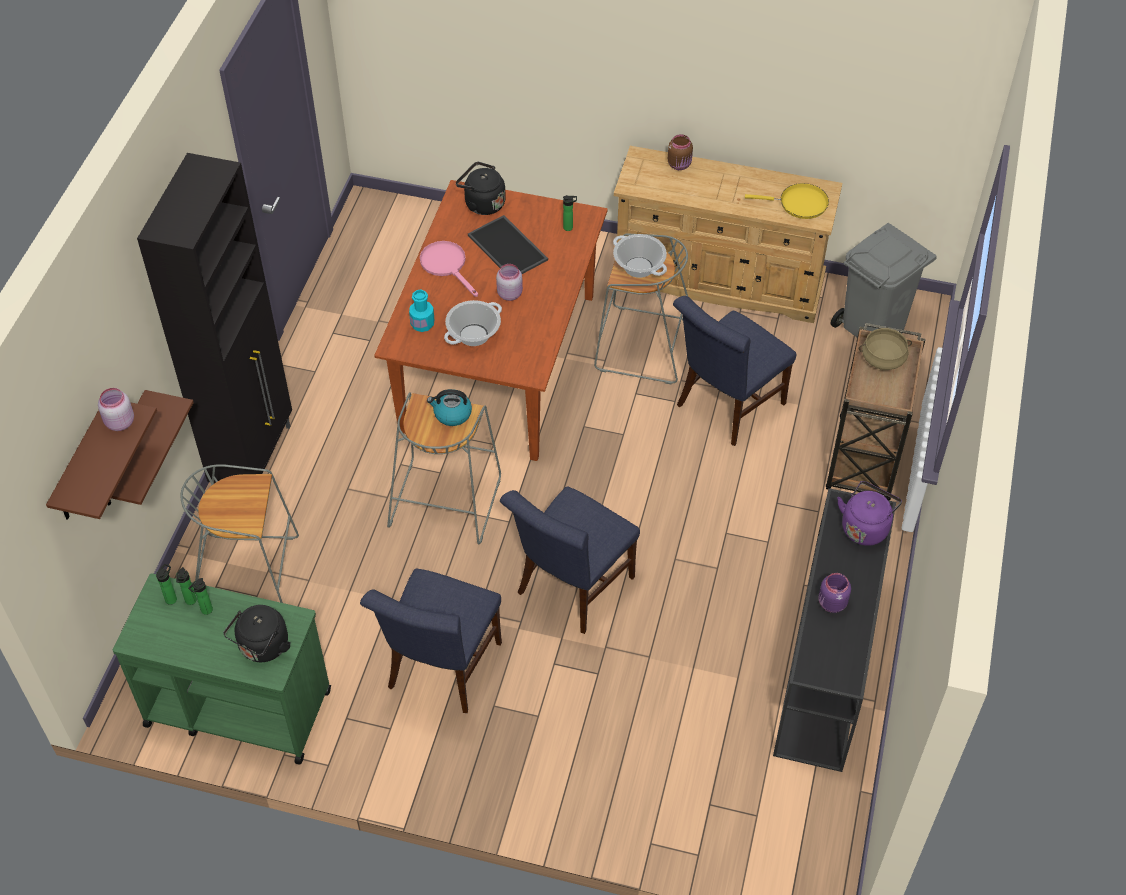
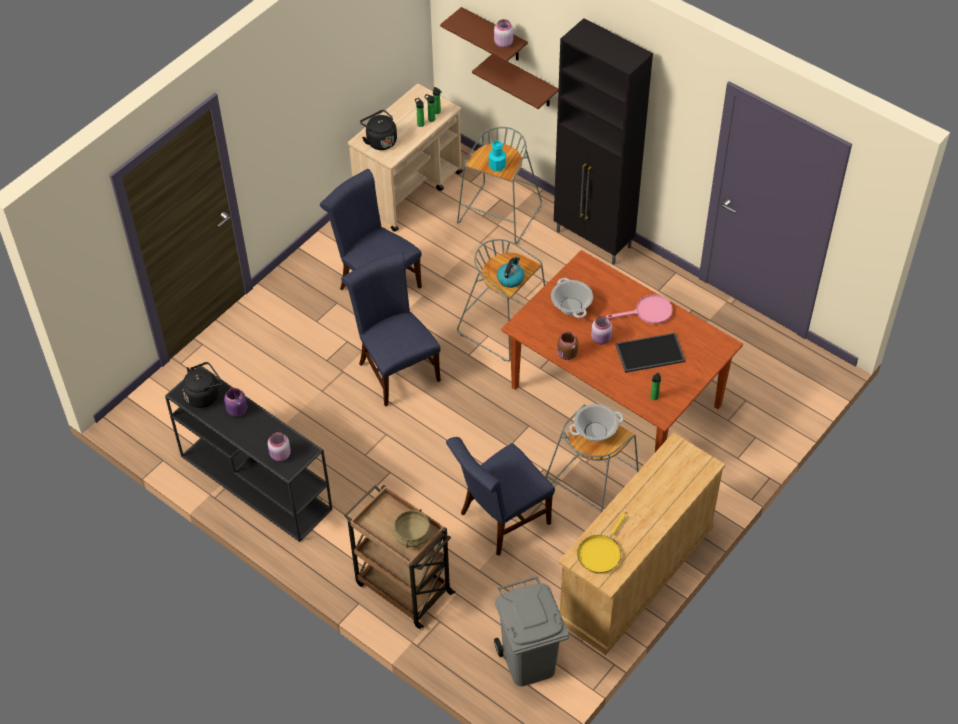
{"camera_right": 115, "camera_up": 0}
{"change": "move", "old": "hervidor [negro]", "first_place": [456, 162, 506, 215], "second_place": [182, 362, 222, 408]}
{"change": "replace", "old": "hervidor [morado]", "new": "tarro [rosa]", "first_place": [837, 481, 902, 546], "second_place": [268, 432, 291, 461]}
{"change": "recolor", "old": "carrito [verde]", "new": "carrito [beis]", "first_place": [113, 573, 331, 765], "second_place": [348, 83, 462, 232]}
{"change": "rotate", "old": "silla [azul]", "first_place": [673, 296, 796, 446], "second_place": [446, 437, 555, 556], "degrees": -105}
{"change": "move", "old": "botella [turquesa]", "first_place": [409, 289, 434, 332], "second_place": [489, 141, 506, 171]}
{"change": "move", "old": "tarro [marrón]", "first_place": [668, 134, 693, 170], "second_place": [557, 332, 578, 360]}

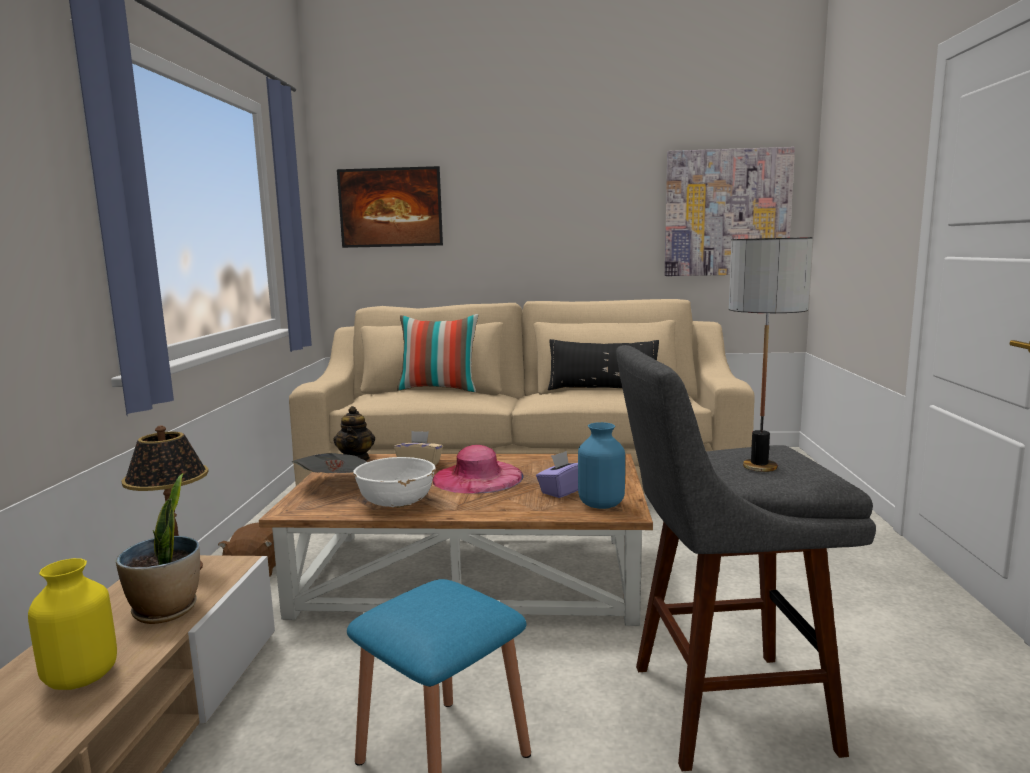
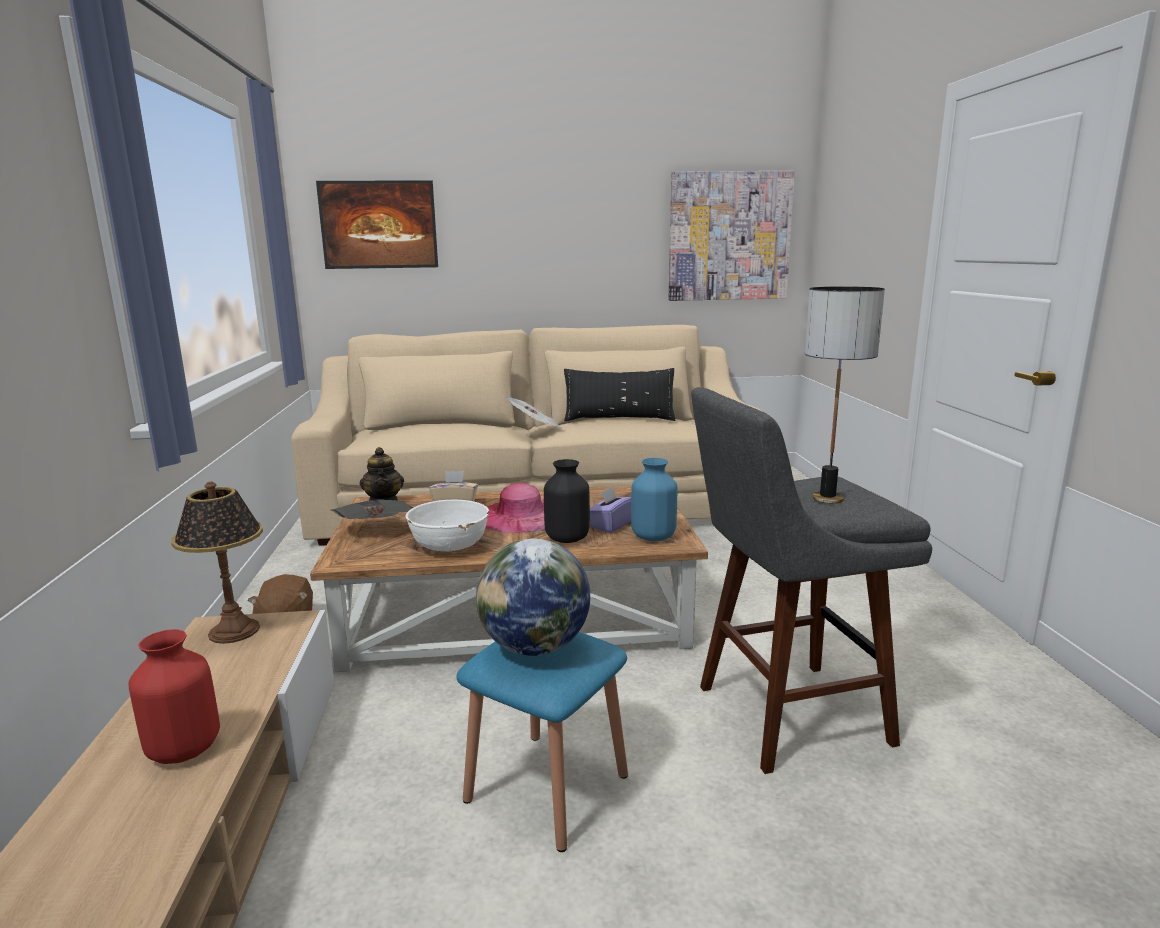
{"camera_right": -10, "camera_up": 5}
{"change": "recolor", "old": "florero [amarillo]", "new": "florero [rojo]", "first_place": [28, 558, 117, 690], "second_place": [128, 629, 220, 764]}
{"change": "insert", "new": "globo terráqueo", "second_place": [476, 538, 590, 656]}
{"change": "insert", "new": "periódico", "second_place": [503, 396, 564, 429]}
{"change": "insert", "new": "florero [negro]", "second_place": [544, 459, 590, 543]}
{"change": "delete", "old": "planta en maceta", "first_place": [116, 473, 200, 624]}
{"change": "delete", "old": "cojín", "first_place": [397, 314, 478, 392]}

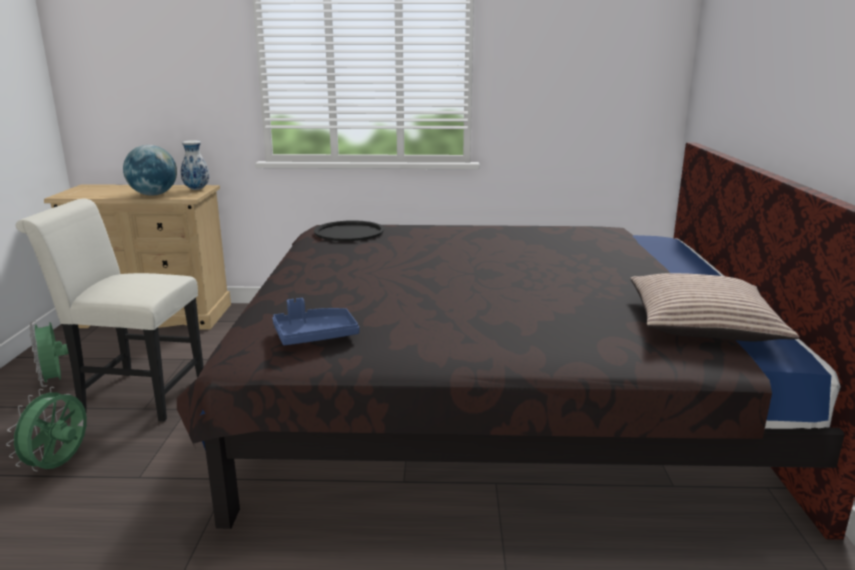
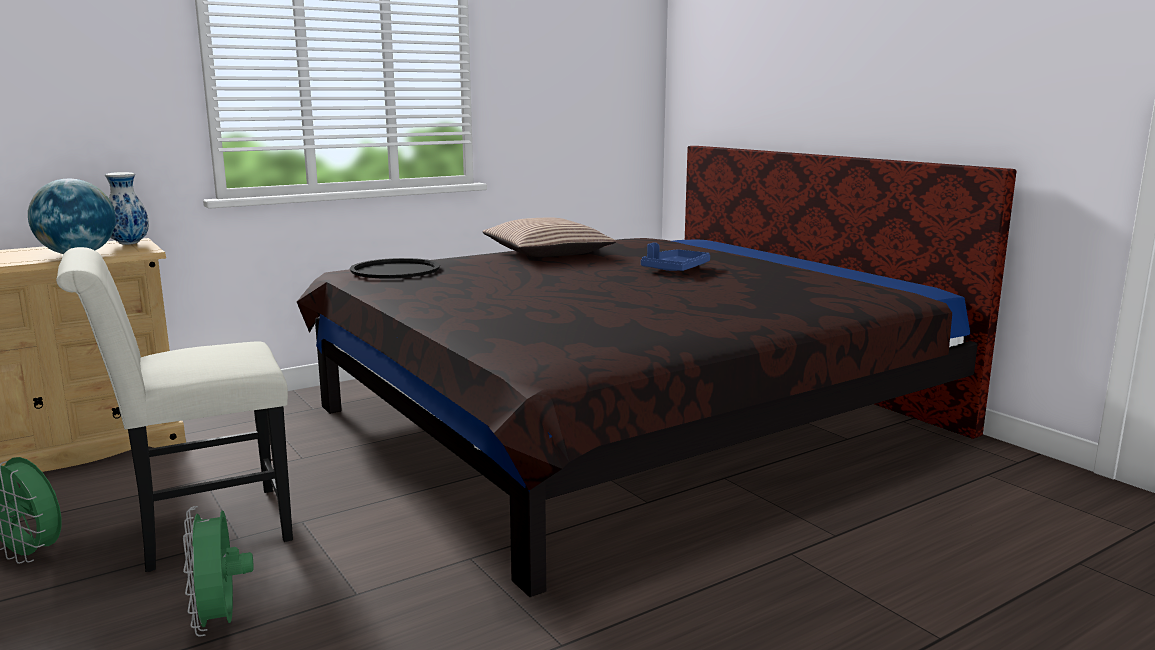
{"camera_right": -35, "camera_up": -5}
{"change": "move", "old": "cojín", "first_place": [631, 273, 799, 341], "second_place": [482, 217, 616, 257]}
{"change": "move", "old": "bandeja [azul]", "first_place": [272, 298, 359, 345], "second_place": [641, 243, 710, 271]}

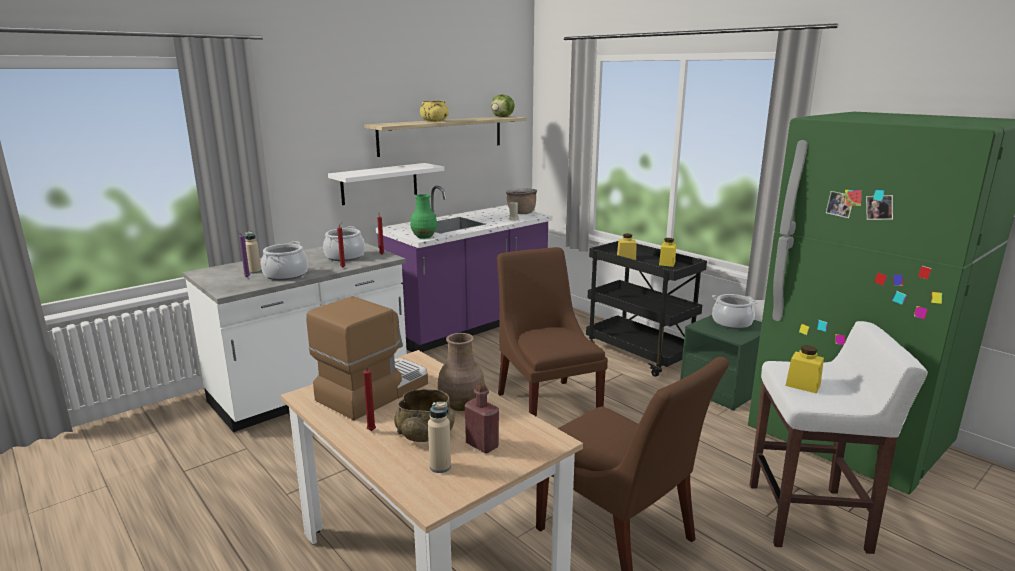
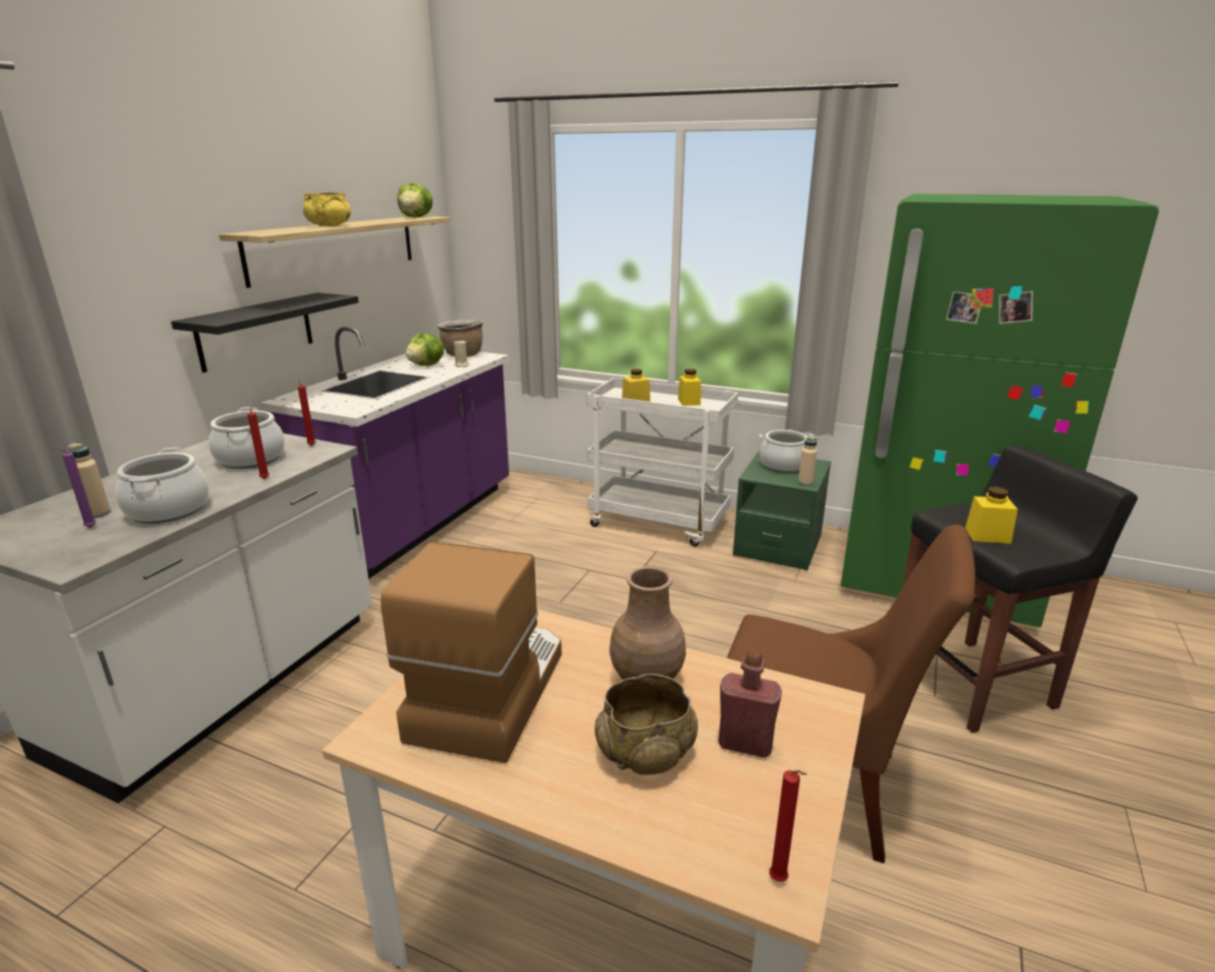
{"camera_right": -25, "camera_up": 5}
{"change": "recolor", "old": "estante [blanco]", "new": "estante [negro]", "first_place": [328, 163, 445, 205], "second_place": [171, 293, 359, 373]}
{"change": "insert", "new": "lechuga", "second_place": [405, 333, 444, 366]}
{"change": "recolor", "old": "carrito [negro]", "new": "carrito [blanco]", "first_place": [586, 241, 707, 377], "second_place": [586, 378, 738, 547]}
{"change": "move", "old": "vela [rojo]", "first_place": [363, 368, 376, 431], "second_place": [769, 770, 807, 882]}
{"change": "move", "old": "botella [beis]", "first_place": [428, 402, 451, 473], "second_place": [798, 436, 817, 486]}
{"change": "recolor", "old": "taburete [blanco]", "new": "taburete [negro]", "first_place": [750, 321, 928, 554], "second_place": [903, 446, 1138, 733]}
{"change": "delete", "old": "florero [verde]", "first_place": [410, 194, 437, 239]}
{"change": "delete", "old": "silla [marrón]", "first_place": [497, 247, 608, 417]}

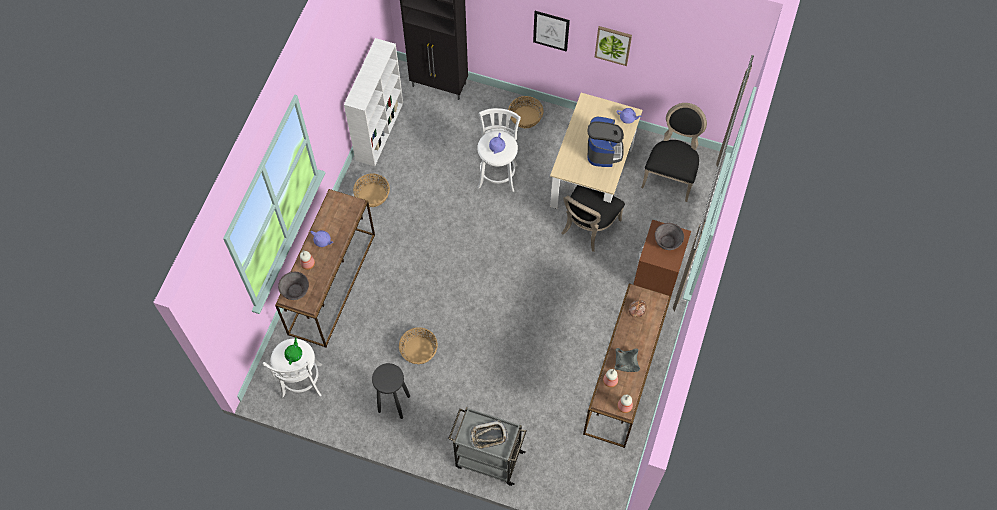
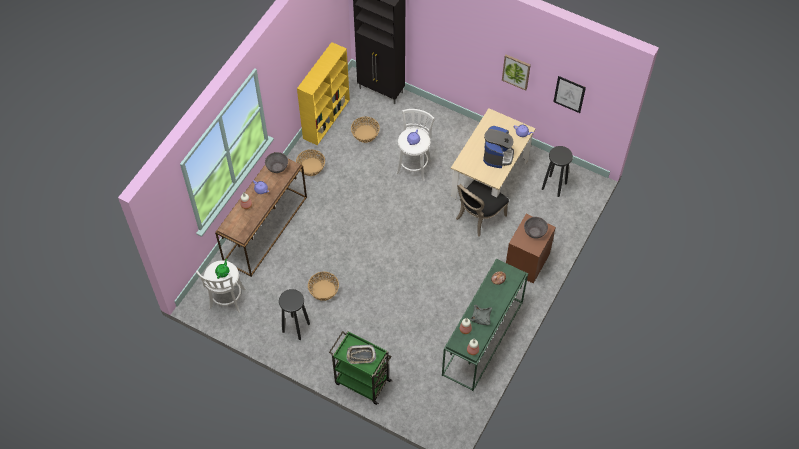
{"camera_right": 10, "camera_up": -5}
{"change": "move", "old": "cuenco [gris]", "first_place": [278, 272, 309, 300], "second_place": [265, 152, 288, 173]}
{"change": "recolor", "old": "estantería [blanco]", "new": "estantería [amarillo]", "first_place": [344, 38, 403, 166], "second_place": [297, 42, 350, 145]}
{"change": "recolor", "old": "carrito [gris]", "new": "carrito [verde]", "first_place": [448, 407, 526, 486], "second_place": [329, 331, 393, 405]}
{"change": "move", "old": "cesta", "first_place": [508, 96, 543, 128], "second_place": [351, 117, 380, 143]}
{"change": "recolor", "old": "mesa consola [marrón]", "new": "mesa consola [verde]", "first_place": [583, 284, 671, 448], "second_place": [442, 259, 528, 391]}
{"change": "replace", "old": "silla [negro]", "new": "taburete [negro]", "first_place": [641, 103, 707, 202], "second_place": [542, 146, 573, 197]}
{"change": "move", "old": "cuadro", "first_place": [533, 11, 570, 52], "second_place": [553, 76, 586, 113]}

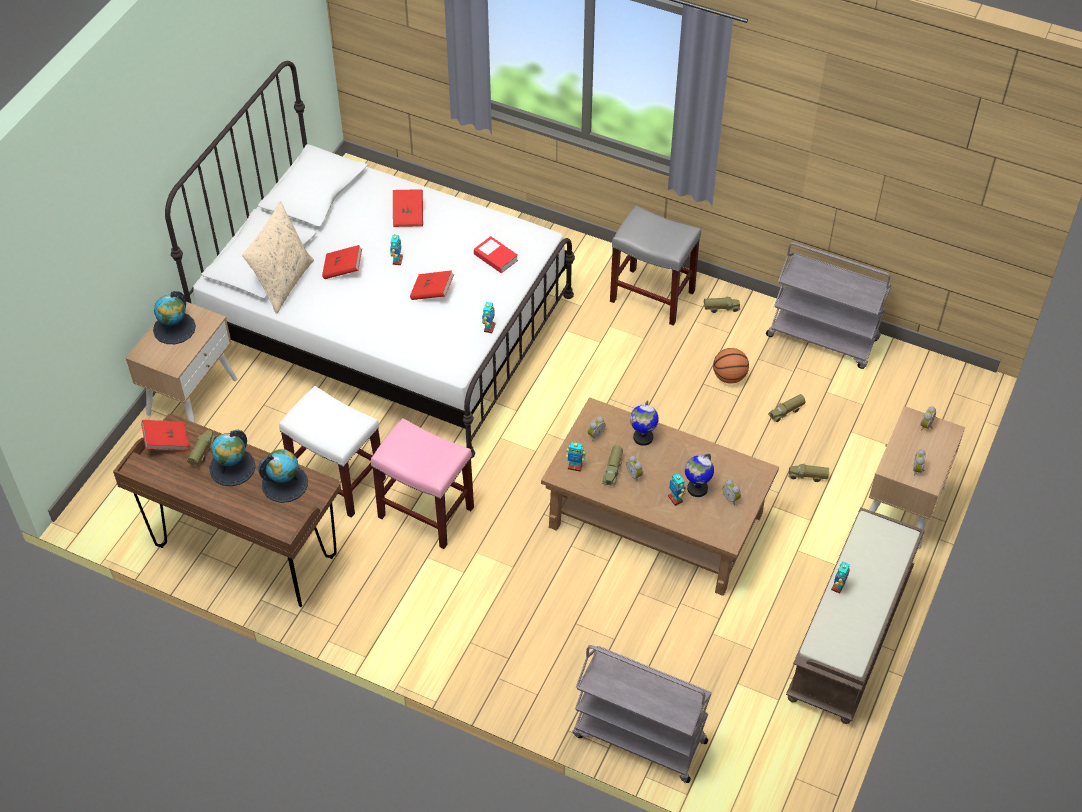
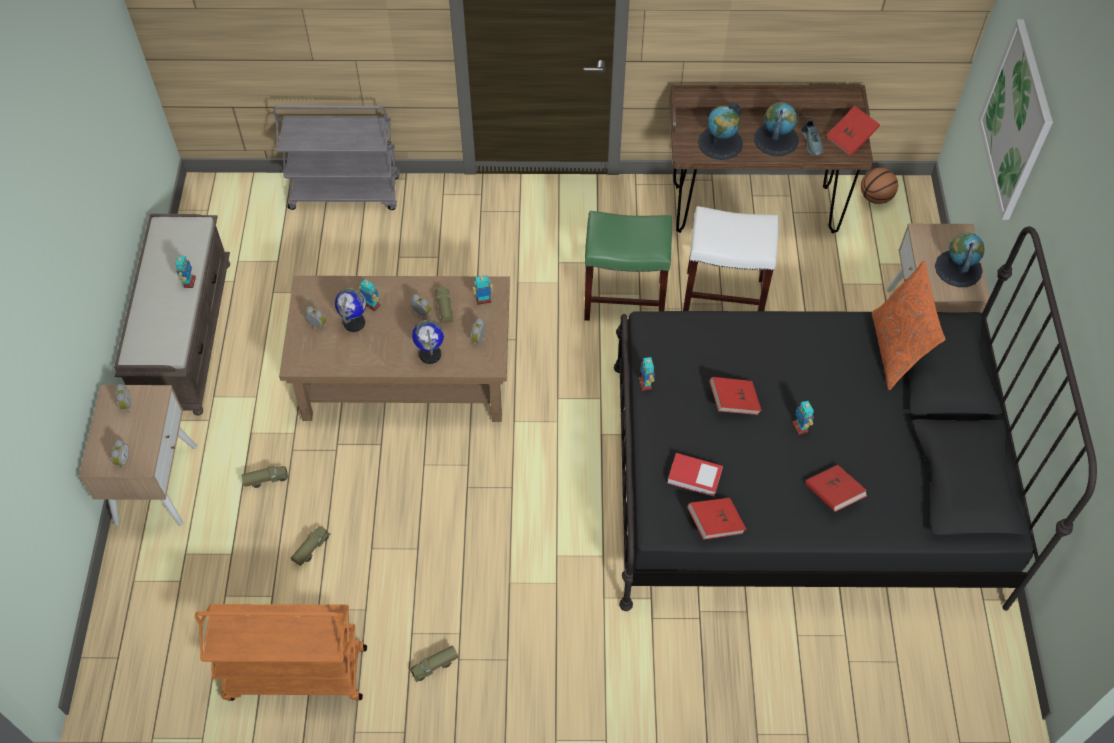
{"camera_right": 155, "camera_up": 5}
{"change": "recolor", "old": "carrito [gris]", "new": "carrito [naranja]", "first_place": [766, 242, 891, 369], "second_place": [195, 604, 367, 701]}
{"change": "recolor", "old": "taburete [rosa]", "new": "taburete [verde]", "first_place": [371, 418, 474, 549], "second_place": [584, 211, 672, 321]}
{"change": "recolor", "old": "cama [blanco]", "new": "cama [negro]", "first_place": [165, 61, 575, 458], "second_place": [614, 226, 1097, 611]}
{"change": "move", "old": "libro [rojo]", "first_place": [322, 245, 362, 279], "second_place": [687, 498, 747, 540]}
{"change": "replace", "old": "camión de juguete", "new": "zapato", "first_place": [187, 430, 217, 466], "second_place": [802, 117, 824, 155]}
{"change": "move", "old": "balón de baloncesto", "first_place": [713, 348, 749, 384], "second_place": [861, 167, 898, 204]}
{"change": "recolor", "old": "cojín [beis]", "new": "cojín [naranja]", "first_place": [242, 201, 314, 314], "second_place": [872, 261, 945, 390]}
{"change": "insert", "new": "cuadro", "second_place": [978, 19, 1053, 220]}
{"change": "delete", "old": "taburete [gris]", "first_place": [610, 206, 701, 326]}

